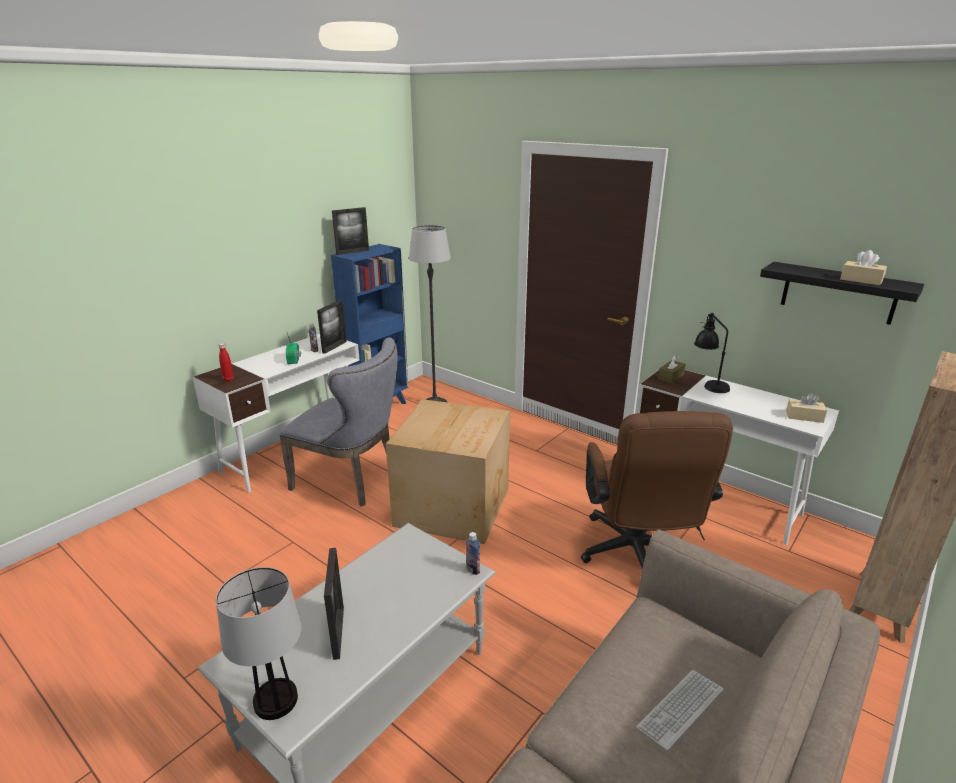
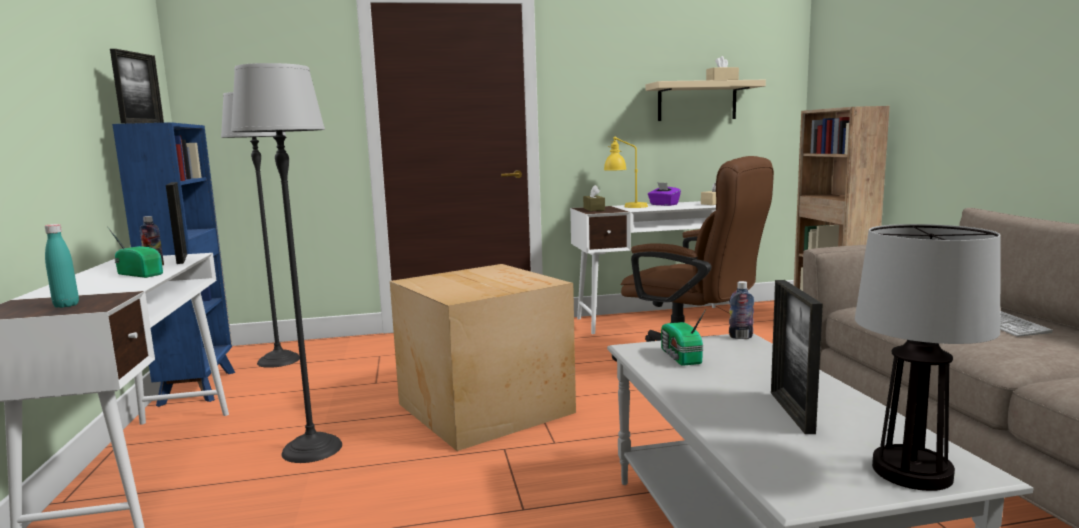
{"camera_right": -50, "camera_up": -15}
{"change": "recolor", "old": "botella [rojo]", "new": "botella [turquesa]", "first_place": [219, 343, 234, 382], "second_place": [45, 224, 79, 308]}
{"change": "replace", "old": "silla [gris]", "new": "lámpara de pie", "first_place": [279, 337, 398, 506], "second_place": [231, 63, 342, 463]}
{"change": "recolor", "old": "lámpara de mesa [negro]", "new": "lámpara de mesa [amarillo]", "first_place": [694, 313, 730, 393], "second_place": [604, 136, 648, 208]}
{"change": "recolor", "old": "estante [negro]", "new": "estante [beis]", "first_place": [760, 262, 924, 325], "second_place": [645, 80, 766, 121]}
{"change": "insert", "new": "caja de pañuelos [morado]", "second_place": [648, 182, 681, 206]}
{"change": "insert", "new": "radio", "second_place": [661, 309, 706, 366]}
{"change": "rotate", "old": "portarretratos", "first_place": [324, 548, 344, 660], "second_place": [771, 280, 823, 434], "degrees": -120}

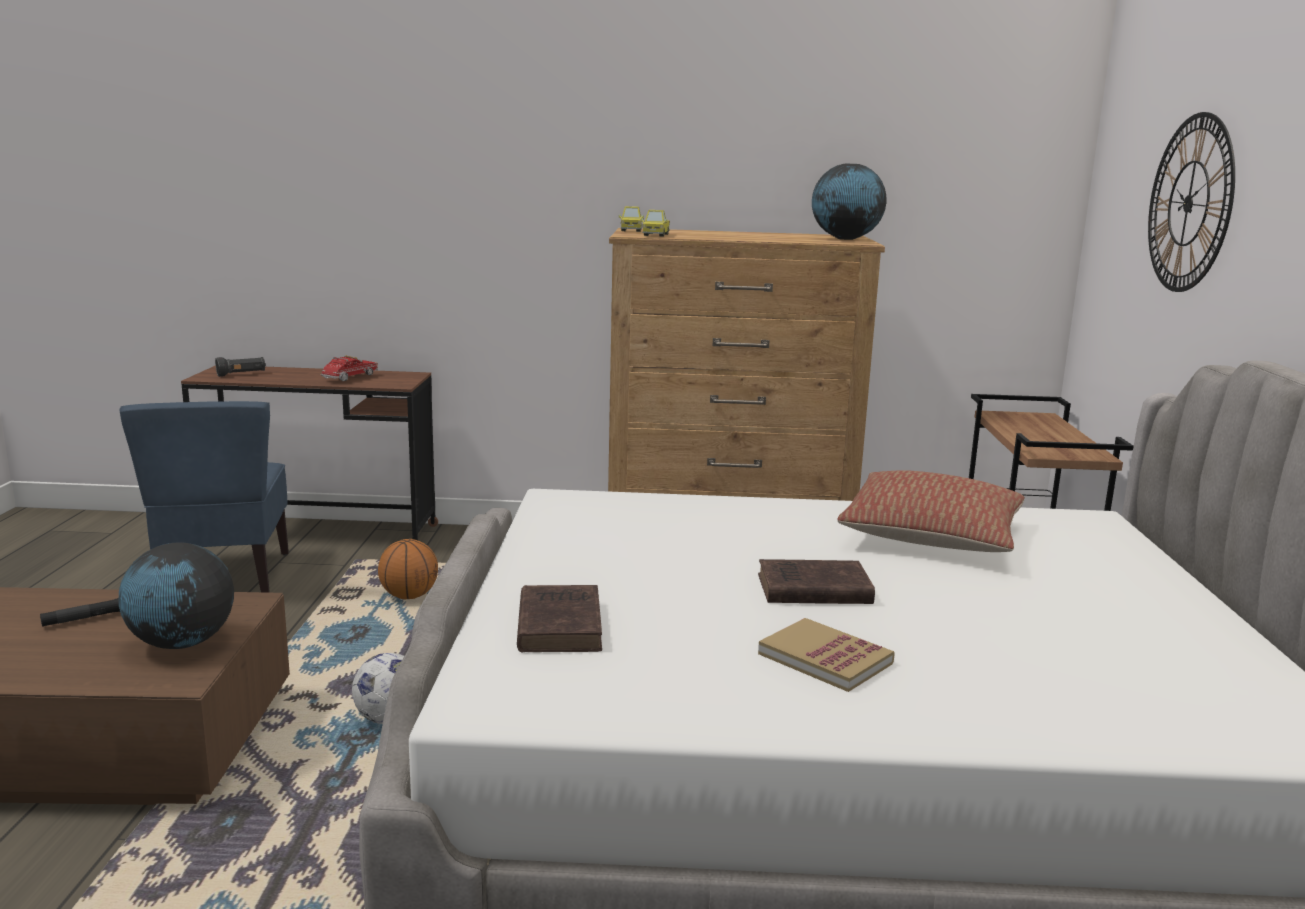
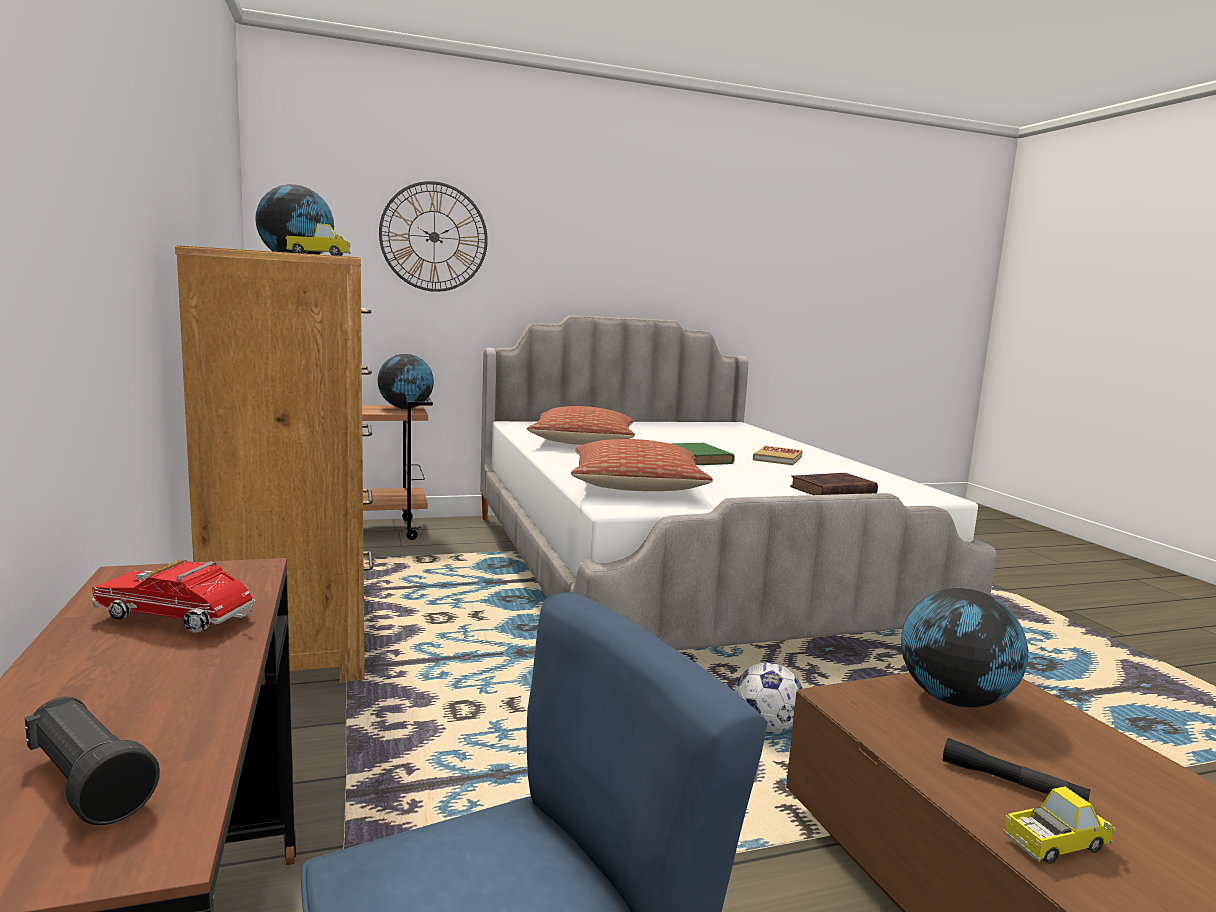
{"camera_right": -110, "camera_up": -5}
{"change": "insert", "new": "globo terráqueo", "second_place": [377, 354, 434, 409]}
{"change": "insert", "new": "cojín", "second_place": [571, 439, 713, 491]}
{"change": "recolor", "old": "libro [marrón]", "new": "libro [verde]", "first_place": [758, 559, 875, 604], "second_place": [670, 443, 735, 465]}
{"change": "move", "old": "camión de juguete", "first_place": [619, 206, 644, 232], "second_place": [1003, 787, 1115, 864]}
{"change": "delete", "old": "balón de baloncesto", "first_place": [378, 539, 438, 599]}

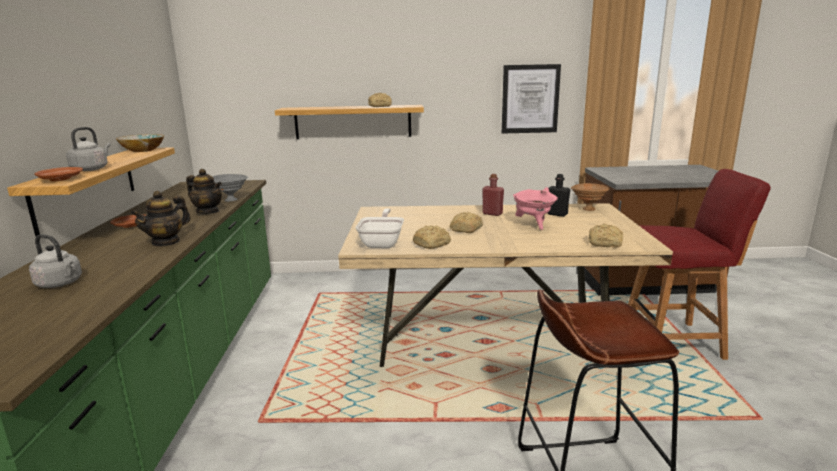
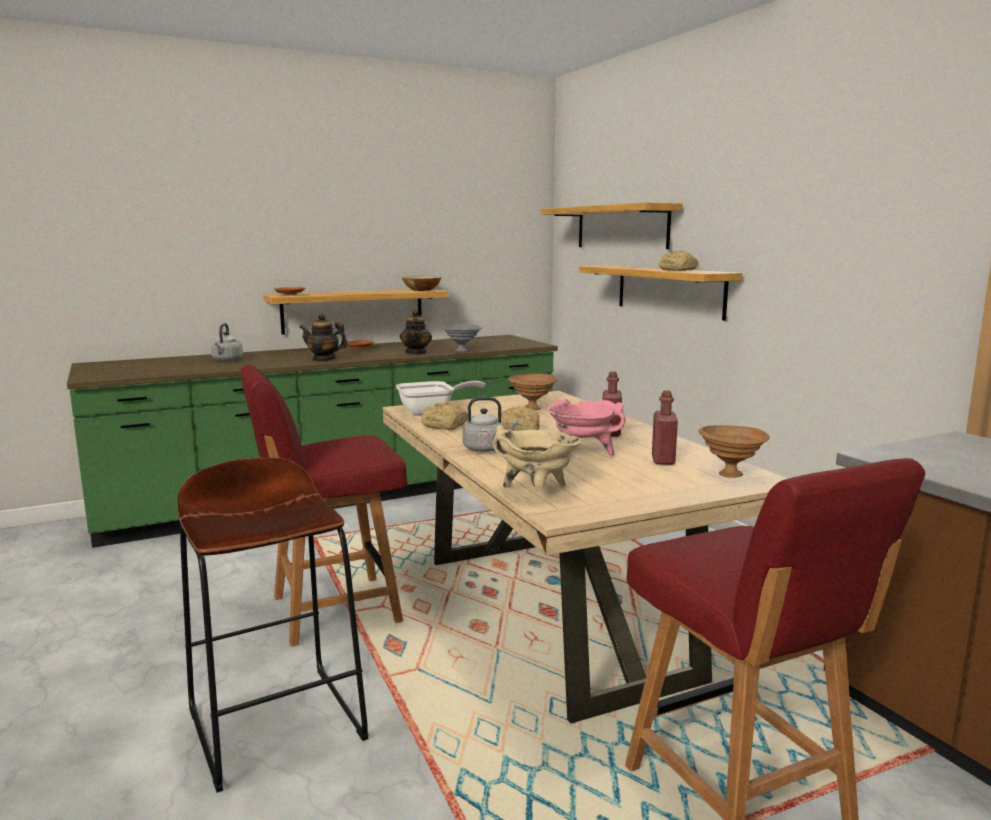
{"camera_right": 65, "camera_up": -5}
{"change": "insert", "new": "silla [rojo]", "second_place": [241, 365, 407, 647]}
{"change": "move", "old": "hervidor [gris]", "first_place": [66, 127, 111, 171], "second_place": [462, 397, 519, 452]}
{"change": "replace", "old": "pan", "new": "olla [beis]", "first_place": [589, 224, 623, 248], "second_place": [493, 425, 581, 488]}
{"change": "insert", "new": "cuenco [marrón]", "second_place": [508, 374, 558, 410]}
{"change": "insert", "new": "estante", "second_place": [541, 202, 683, 249]}
{"change": "recolor", "old": "botella [negro]", "new": "botella [rojo]", "first_place": [548, 174, 570, 217], "second_place": [652, 390, 678, 465]}
{"change": "delete", "old": "cuadro", "first_place": [502, 64, 561, 133]}

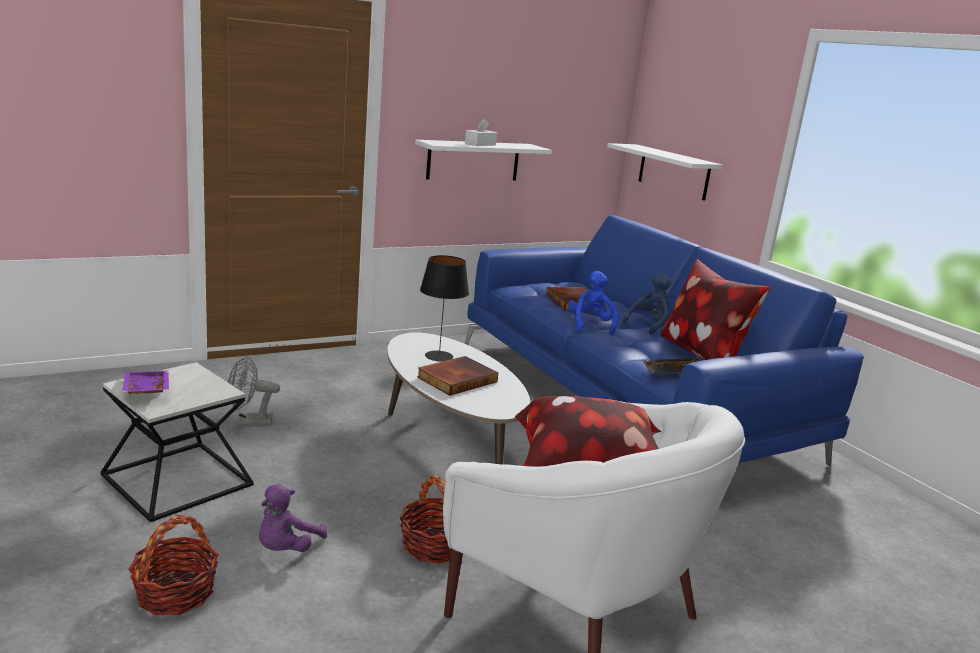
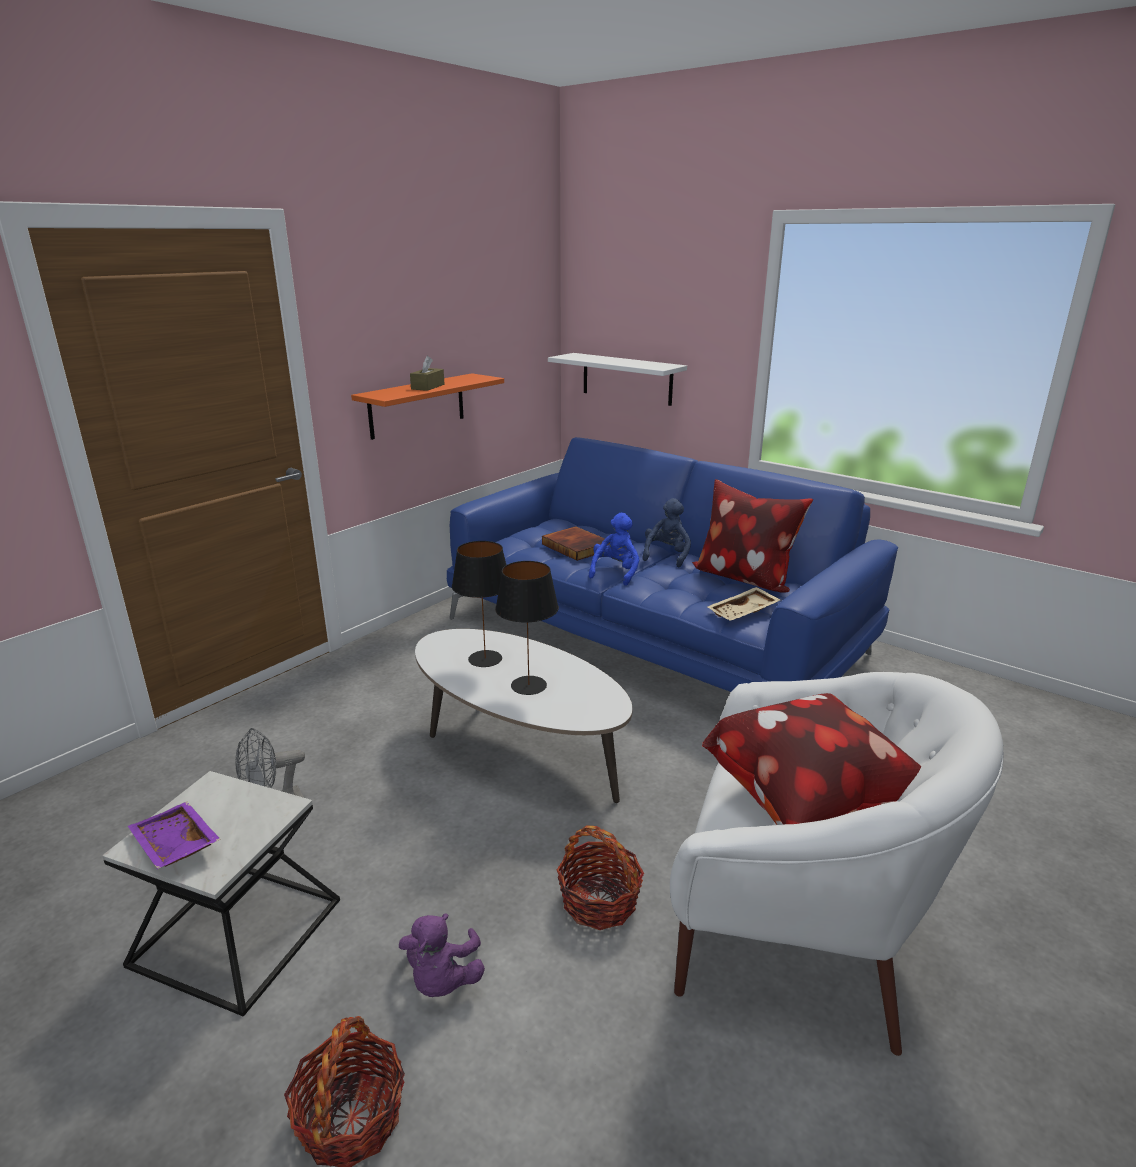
{"camera_right": -20, "camera_up": 5}
{"change": "recolor", "old": "estante [blanco]", "new": "estante [naranja]", "first_place": [415, 140, 552, 181], "second_place": [351, 373, 504, 440]}
{"change": "recolor", "old": "caja de pañuelos [blanco]", "new": "caja de pañuelos [marrón]", "first_place": [465, 119, 497, 146], "second_place": [410, 356, 445, 391]}
{"change": "replace", "old": "libro", "new": "lámpara de mesa [negro]", "first_place": [417, 356, 499, 396], "second_place": [495, 561, 559, 695]}
{"change": "rotate", "old": "peluche [azul]", "first_place": [568, 271, 618, 335], "second_place": [589, 512, 640, 586], "degrees": 45}
{"change": "recolor", "old": "bandeja [negro]", "new": "bandeja [beis]", "first_place": [642, 357, 702, 375], "second_place": [708, 587, 780, 621]}

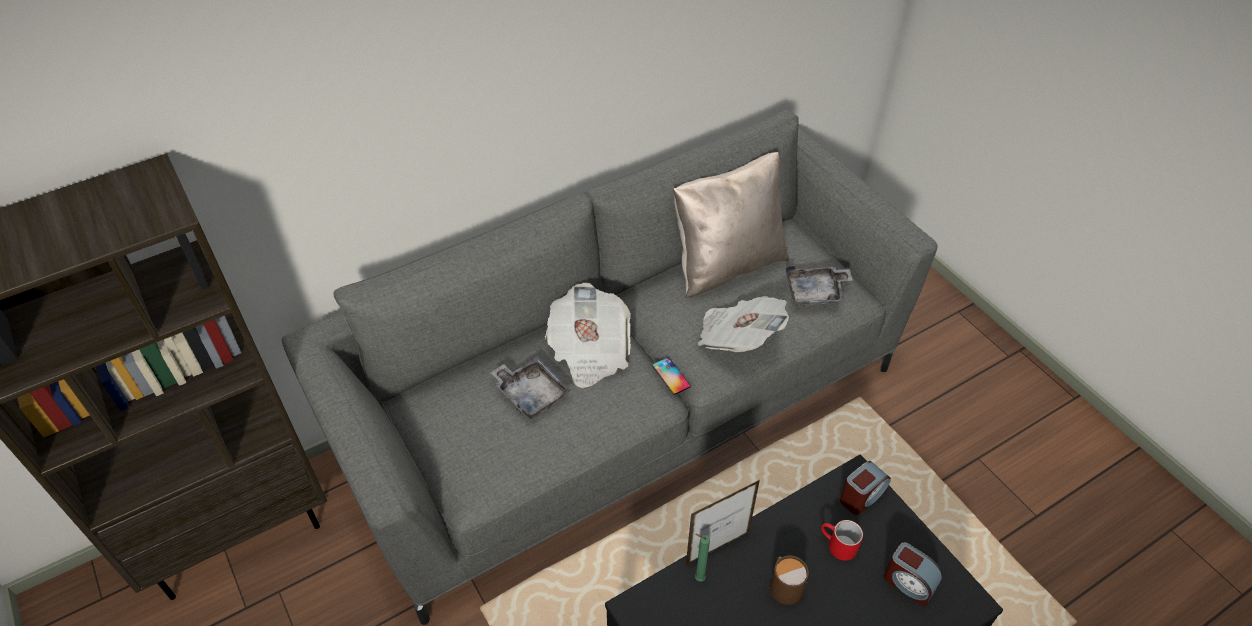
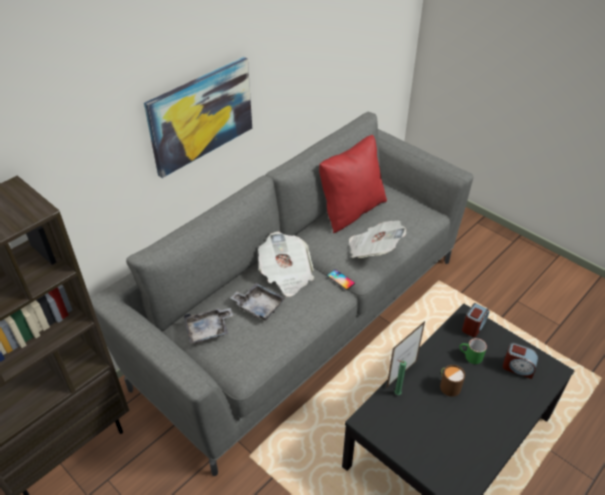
{"camera_right": -15, "camera_up": -5}
{"change": "insert", "new": "cuadro", "second_place": [144, 57, 252, 178]}
{"change": "move", "old": "bandeja [gris]", "first_place": [786, 265, 853, 307], "second_place": [184, 308, 233, 344]}
{"change": "recolor", "old": "cojín [beis]", "new": "cojín [rojo]", "first_place": [673, 152, 789, 298], "second_place": [319, 135, 387, 233]}
{"change": "recolor", "old": "taza grande [rojo]", "new": "taza grande [verde]", "first_place": [821, 520, 863, 561], "second_place": [459, 338, 487, 364]}

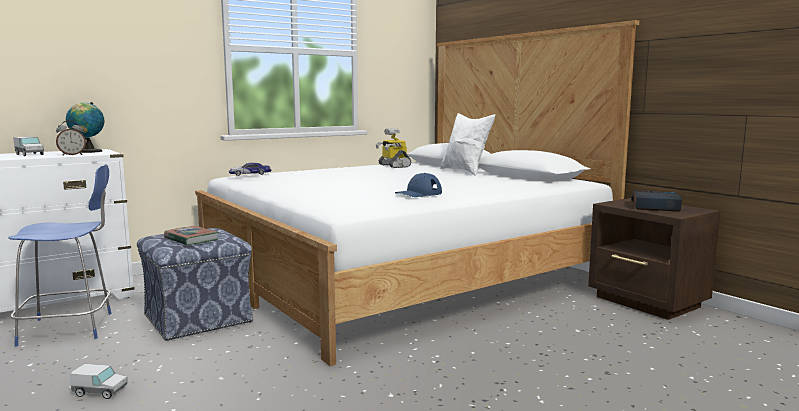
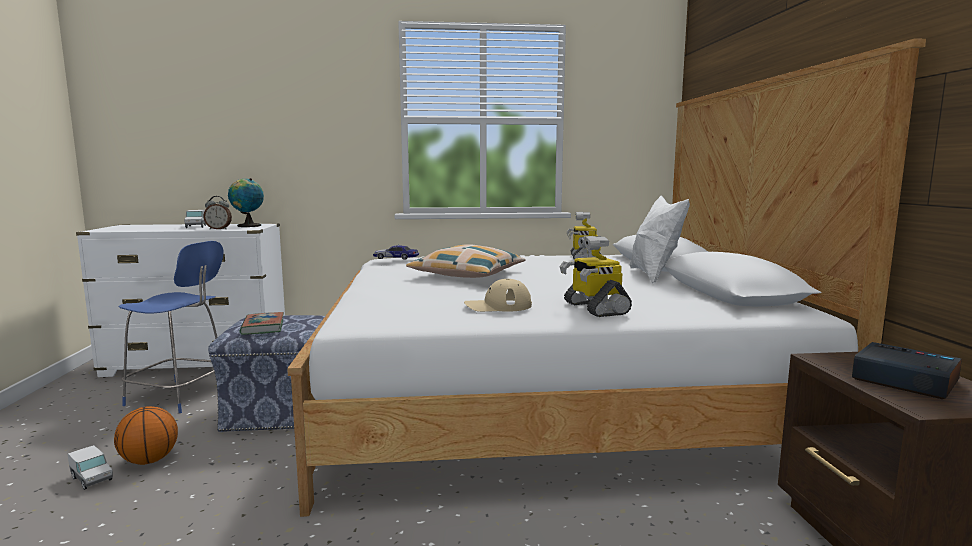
{"camera_right": 30, "camera_up": 0}
{"change": "insert", "new": "balón de baloncesto", "second_place": [114, 406, 178, 465]}
{"change": "insert", "new": "cojín", "second_place": [407, 244, 526, 278]}
{"change": "recolor", "old": "gorra [azul]", "new": "gorra [beis]", "first_place": [395, 173, 442, 197], "second_place": [464, 279, 532, 312]}
{"change": "insert", "new": "robot de juguete", "second_place": [560, 236, 632, 317]}

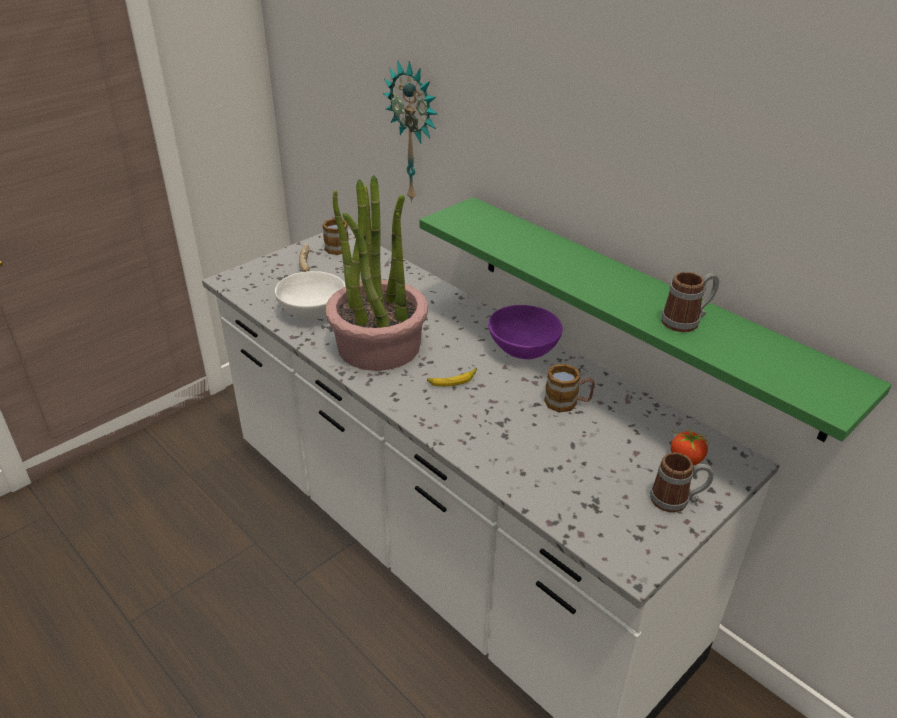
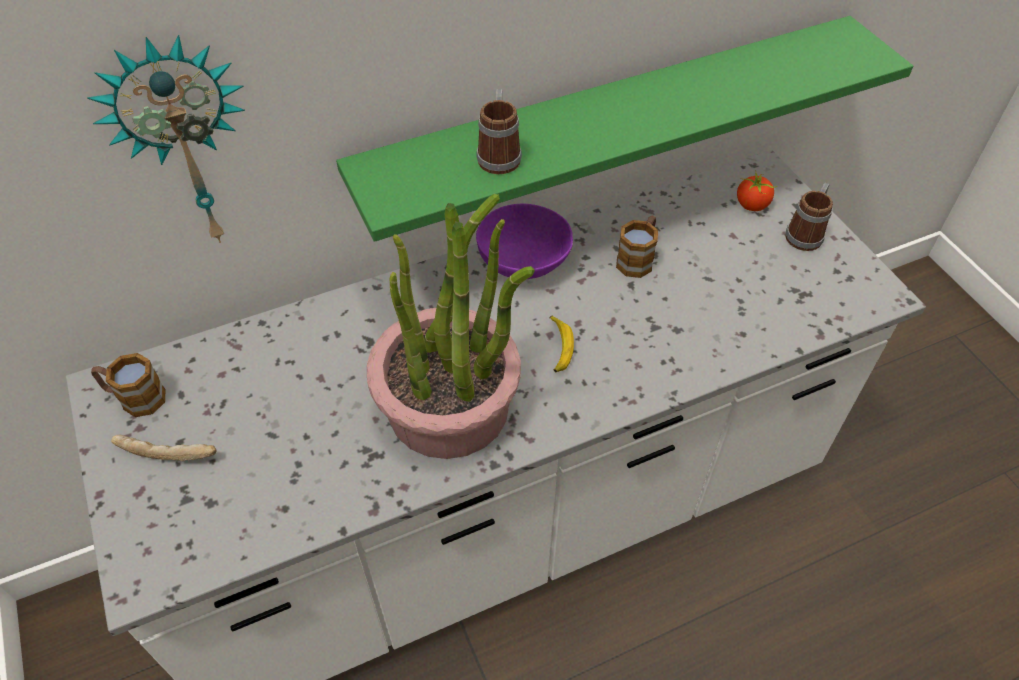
{"camera_right": -70, "camera_up": 15}
{"change": "move", "old": "taza grande", "first_place": [661, 272, 719, 332], "second_place": [476, 89, 522, 174]}
{"change": "delete", "old": "cuenco [blanco]", "first_place": [275, 271, 346, 320]}

